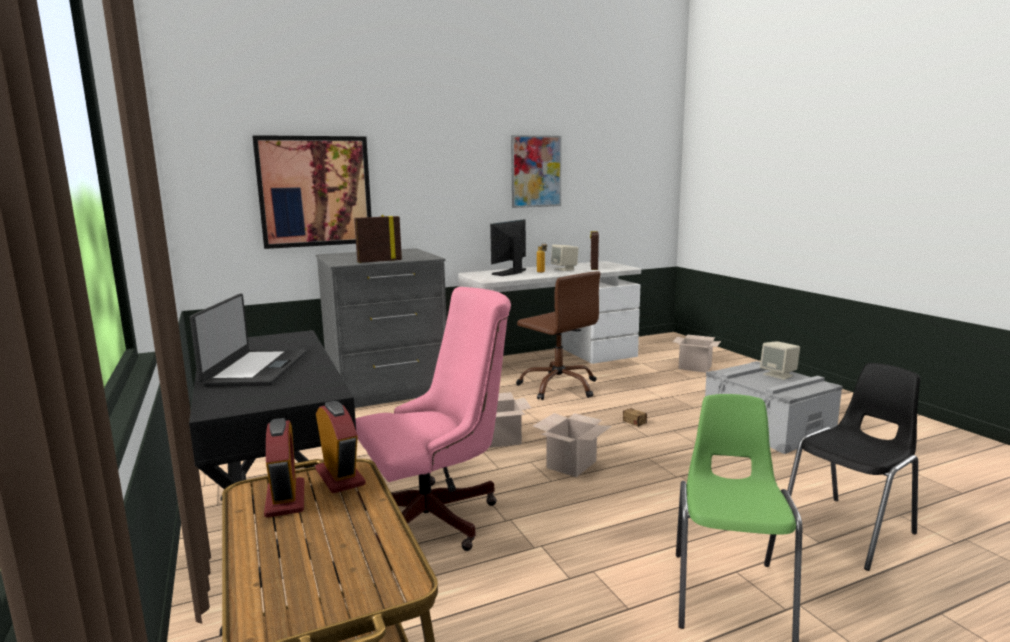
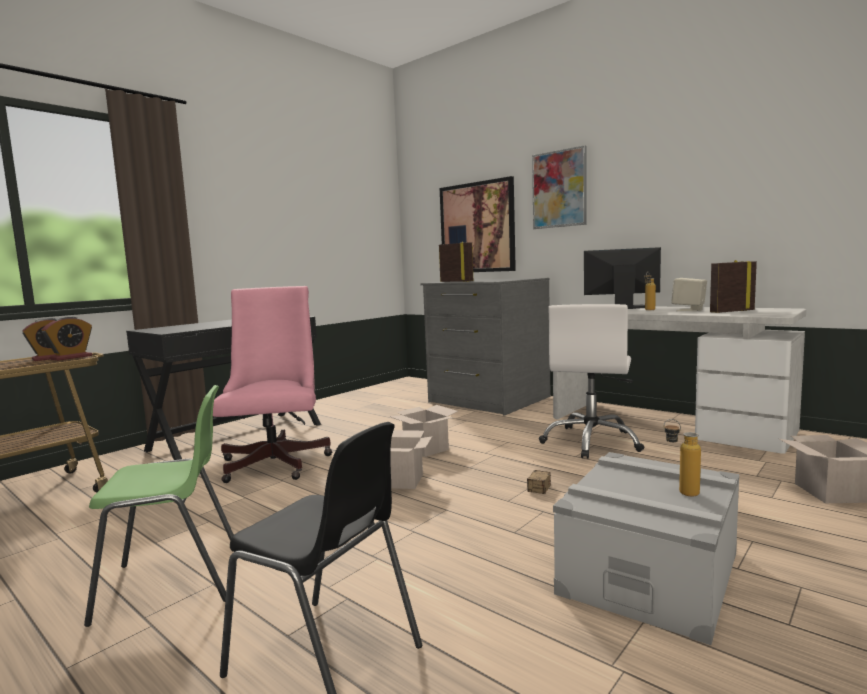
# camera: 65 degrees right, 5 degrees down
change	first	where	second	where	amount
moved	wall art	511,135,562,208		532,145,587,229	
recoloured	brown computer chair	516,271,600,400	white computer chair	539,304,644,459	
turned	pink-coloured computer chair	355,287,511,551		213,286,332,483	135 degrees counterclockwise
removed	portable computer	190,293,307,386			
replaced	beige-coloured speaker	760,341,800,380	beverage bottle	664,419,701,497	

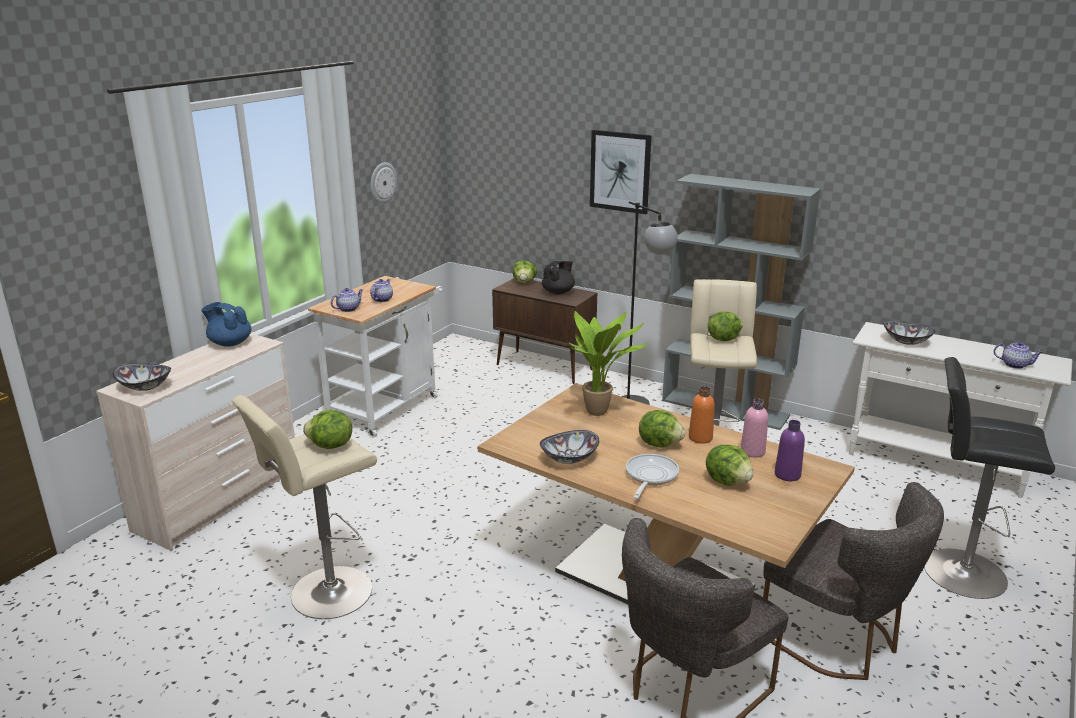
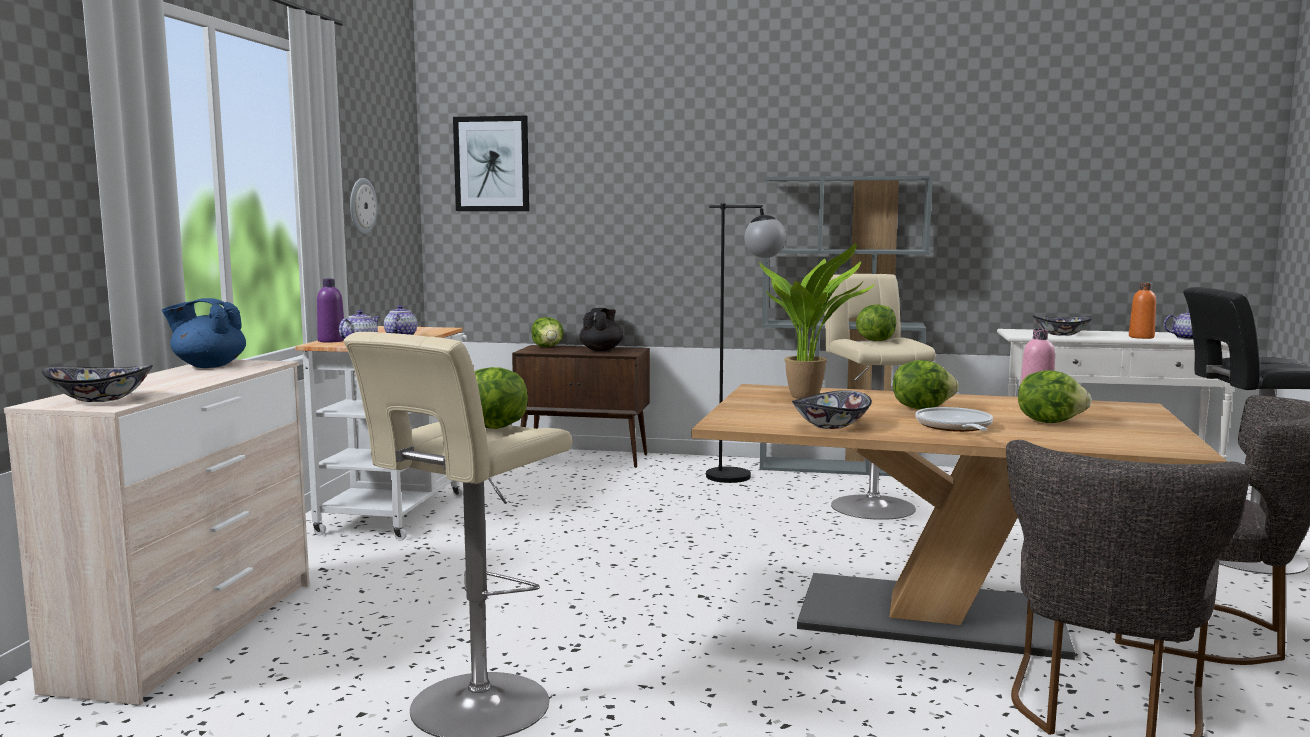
# camera: 20 degrees left, 15 degrees down
change	first	where	second	where	amount
moved	wall art	590,130,651,214		453,116,529,211	
moved	orange-coloured beverage bottle	689,386,715,444		1129,283,1156,339	
moved	purplish beverage bottle	775,420,805,481		317,279,344,343	

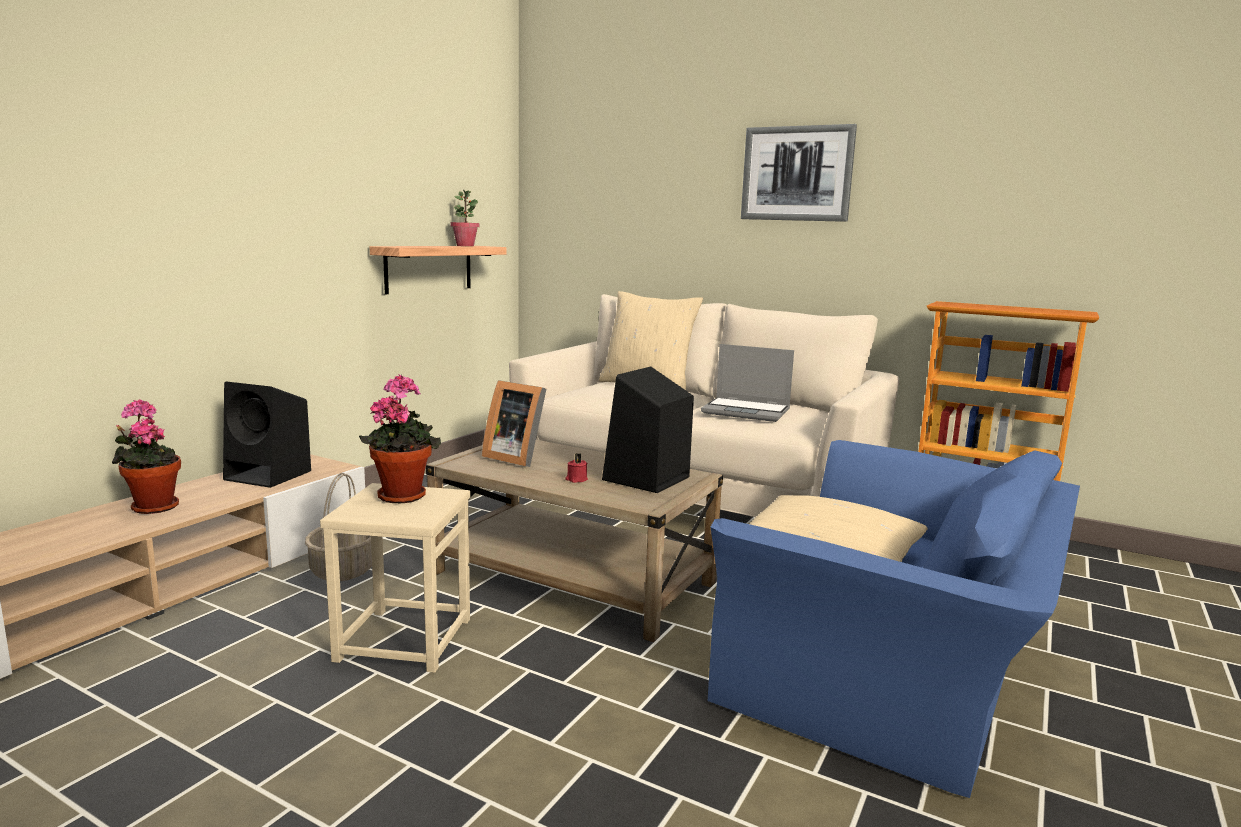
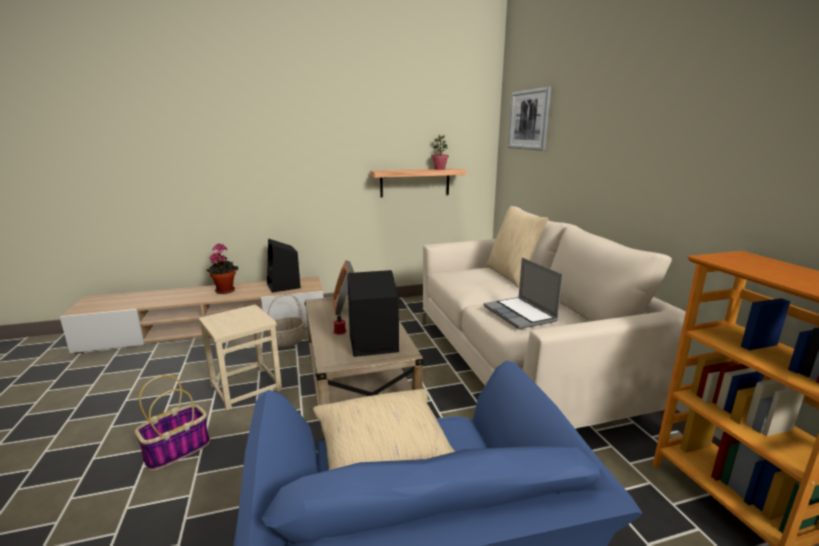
# camera: 45 degrees right, 5 degrees up
change	first	where	second	where	amount
moved	wall art	741,124,857,222		508,87,551,151	
removed	potted plant	359,374,441,503			
added			storage basket	135,375,210,471	

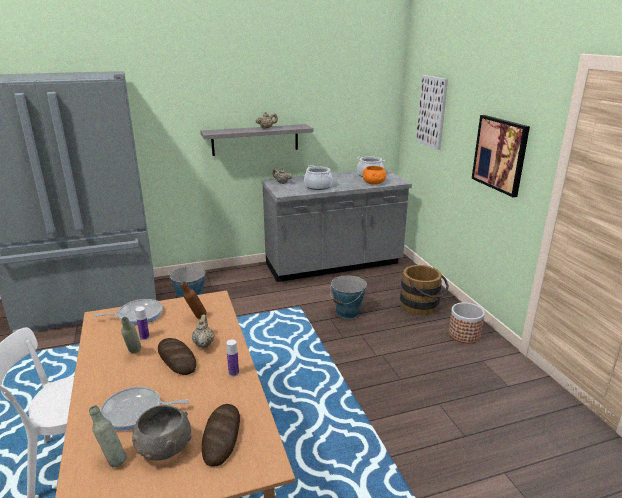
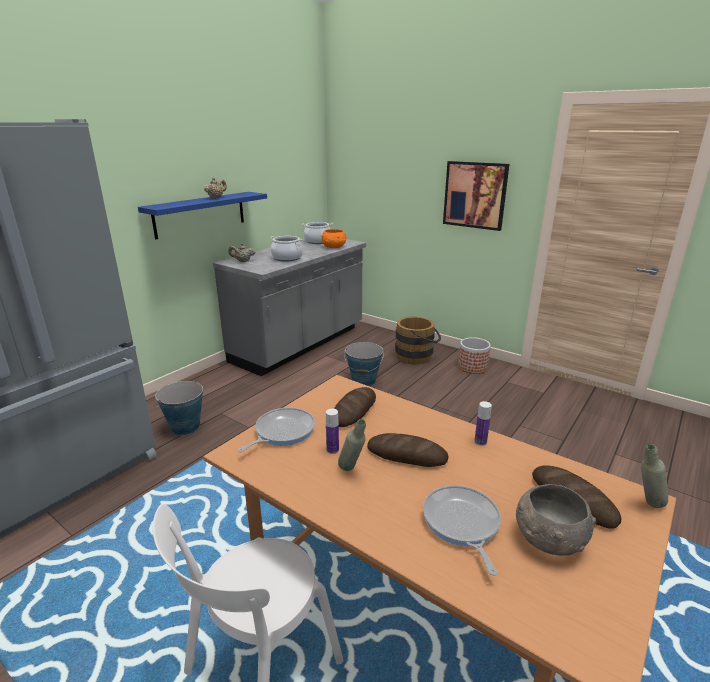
# camera: 35 degrees left, 0 degrees up
change	first	where	second	where	amount
removed	wall art	416,75,448,150			
recoloured	grey shelf	201,124,313,156	bluish shelf	138,192,267,239	
replaced	brown beverage bottle	181,282,207,319	bread	334,387,376,427	
removed	beige-coloured tea pot	192,315,214,348			
turned	skillet	100,387,190,431		423,485,501,576	120 degrees clockwise
moved	grey beverage bottle	89,405,127,468		641,444,668,508	

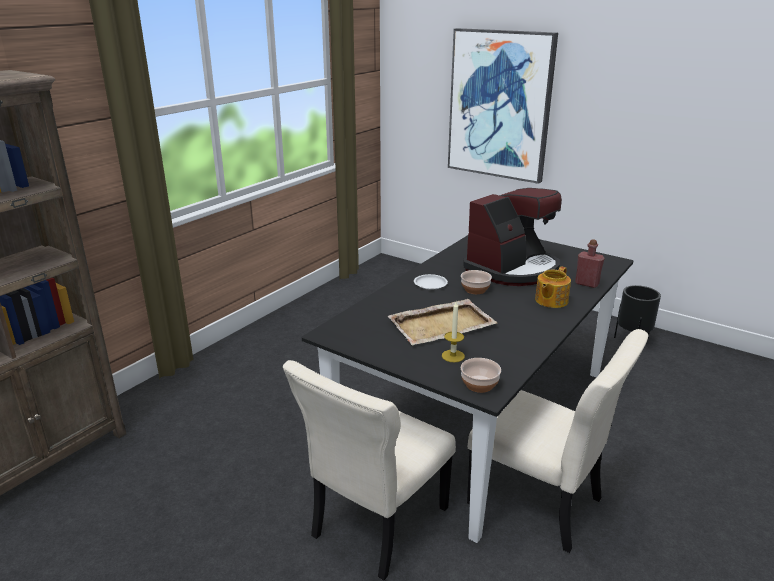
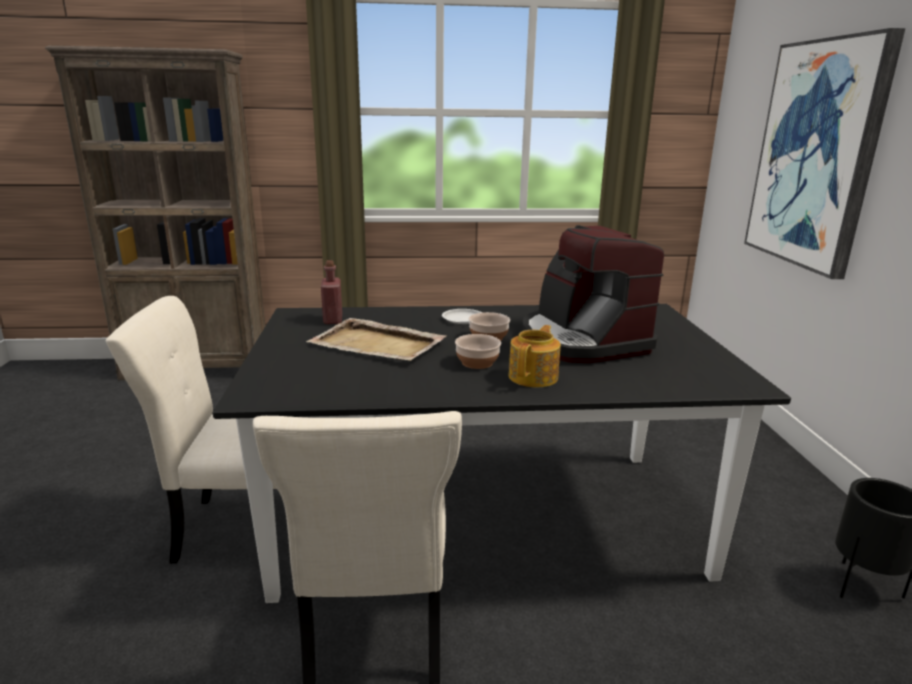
# camera: 50 degrees right, 5 degrees down
change	first	where	second	where	amount
turned	coffee brewer	463,188,562,286		523,225,664,363	60 degrees clockwise
moved	red-coloured beverage bottle	575,239,605,288		321,260,342,324	
turned	tea pot	535,266,571,308		509,325,561,387	120 degrees clockwise
removed	candle	442,302,465,362			
moved	deep dish	461,358,501,393		455,334,501,369	

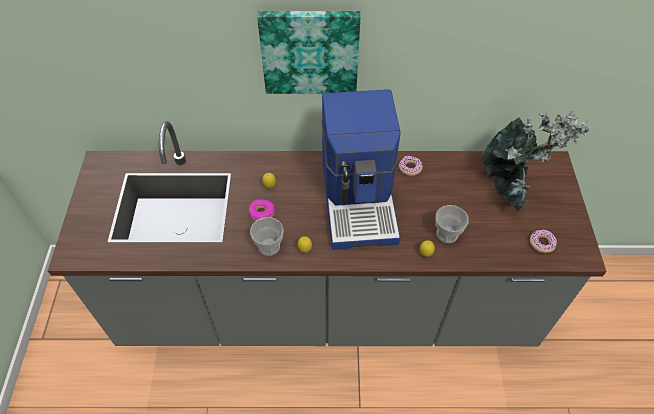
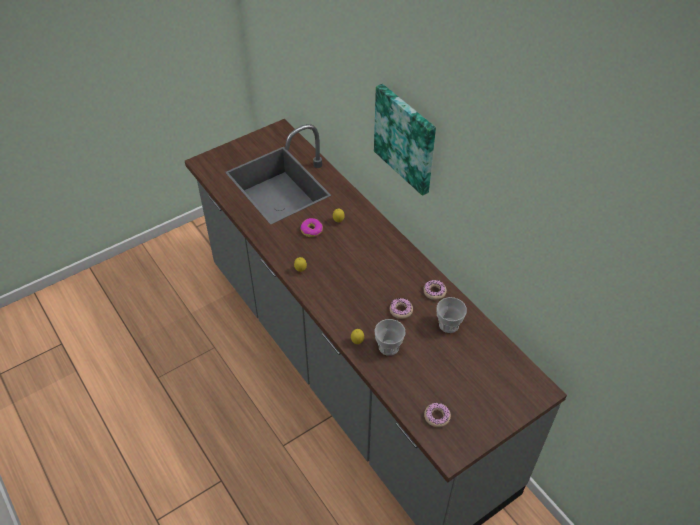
# camera: 55 degrees right, 5 degrees down
change	first	where	second	where	amount
removed	coffee brewer	321,89,401,250			
removed	potted plant	482,111,590,212			
moved	cup	250,217,283,256		436,297,467,333	
added			doughnut	389,298,413,319	

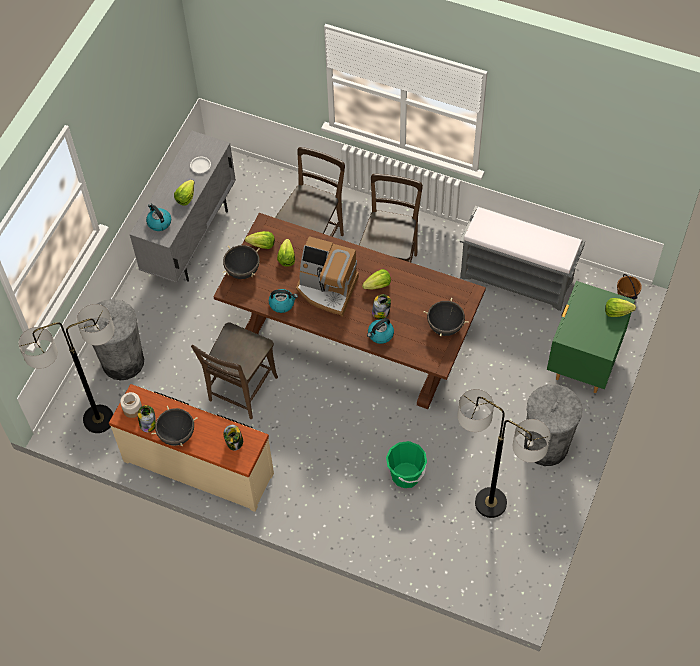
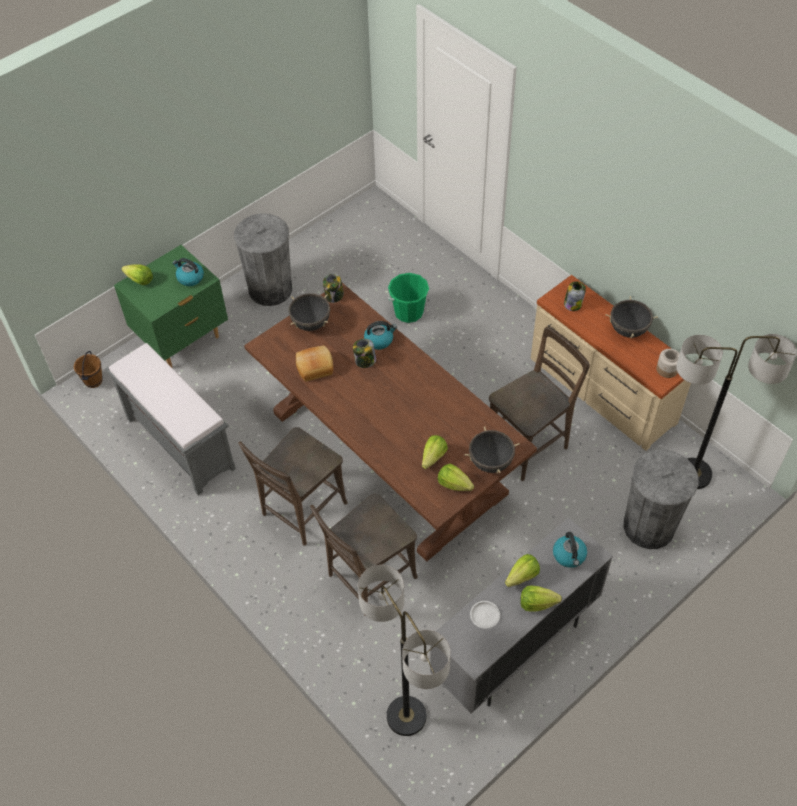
# camera: 155 degrees left, 5 degrees down
change	first	where	second	where	amount
removed	coffee brewer	296,236,359,316			
moved	lettuce head	362,269,391,290		520,586,562,611	
moved	tea kettle	269,289,298,313		172,258,204,286	
moved	standing lamp	457,389,550,518		358,565,451,736	
moved	storage jar	138,405,156,432		323,273,344,303	
added			bread	296,346,333,382	

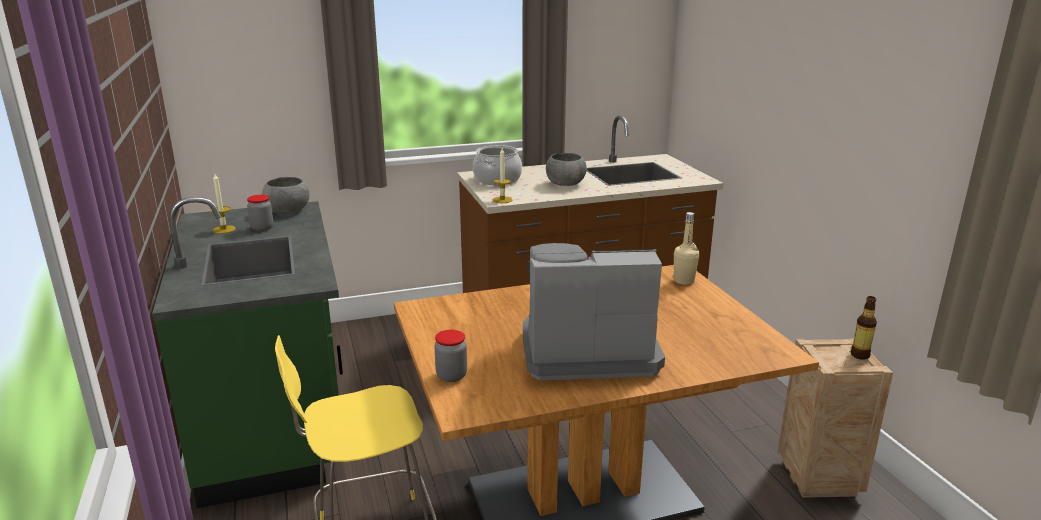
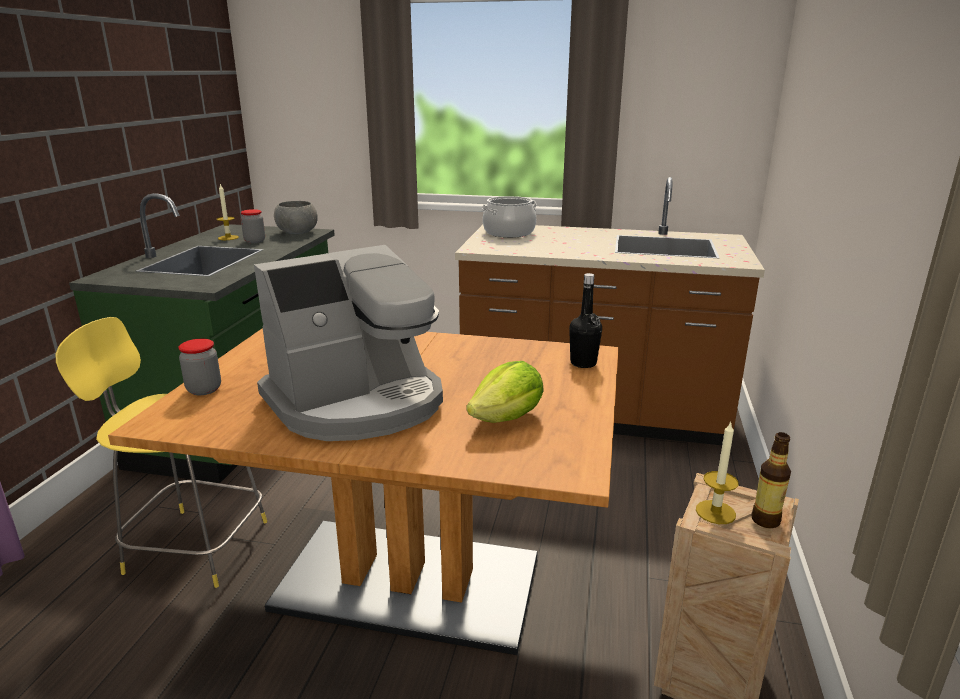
# camera: 30 degrees right, 0 degrees up
change	first	where	second	where	amount
moved	candle	493,148,513,203		696,422,739,524	
removed	grey deep dish	546,153,587,186			
recoloured	beige-coloured beverage bottle	673,212,699,285	blackish beverage bottle	569,273,602,368	
turned	coffee brewer	523,243,665,380		254,245,443,441	120 degrees clockwise
added			lettuce head	466,361,544,423	

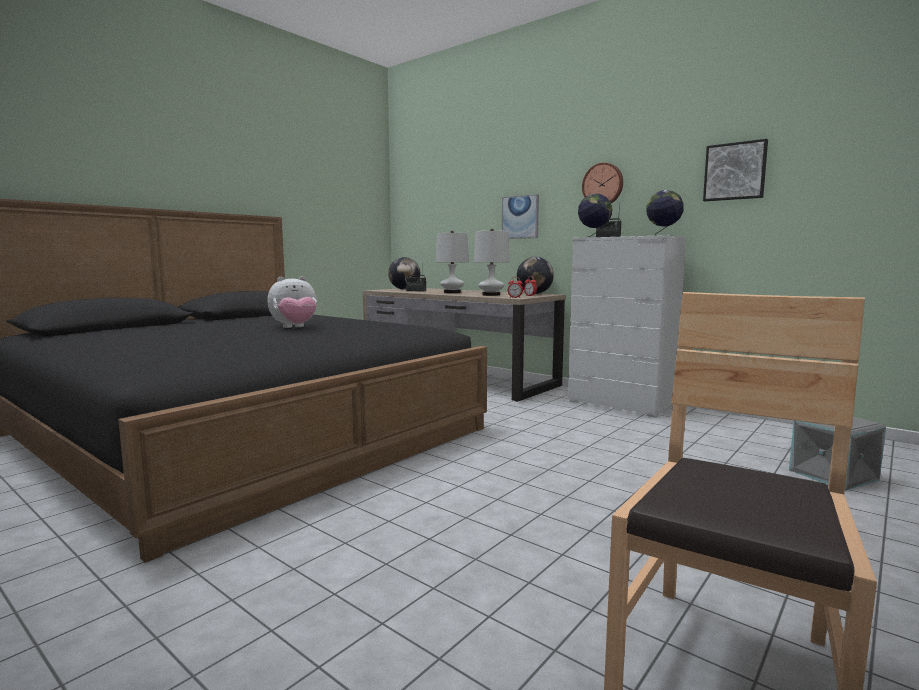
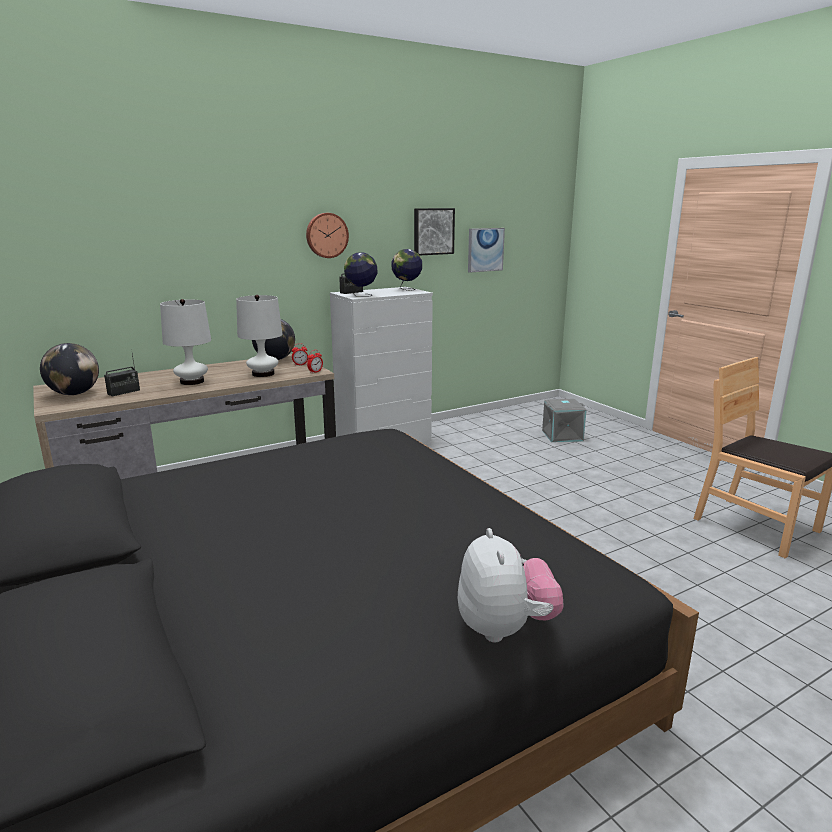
# camera: 70 degrees left, 10 degrees up
change	first	where	second	where	amount
moved	wall art	502,194,539,239		468,228,505,273	
moved	cuddly toy	267,276,317,328		458,528,564,643	

